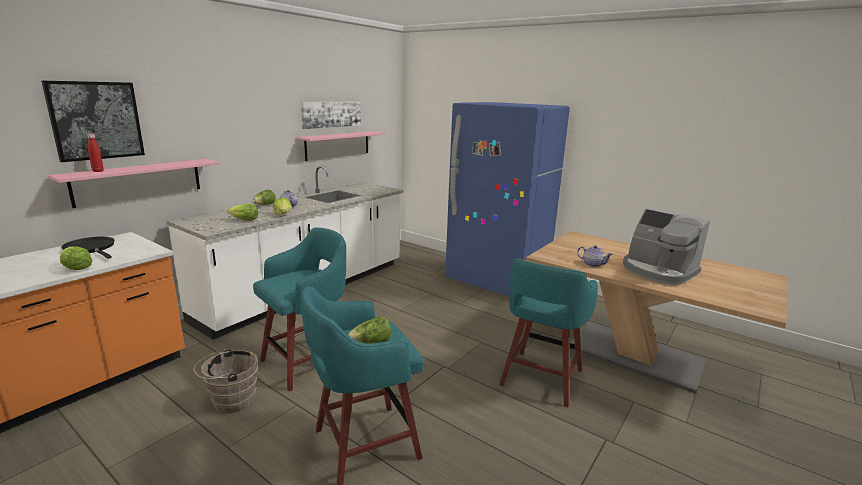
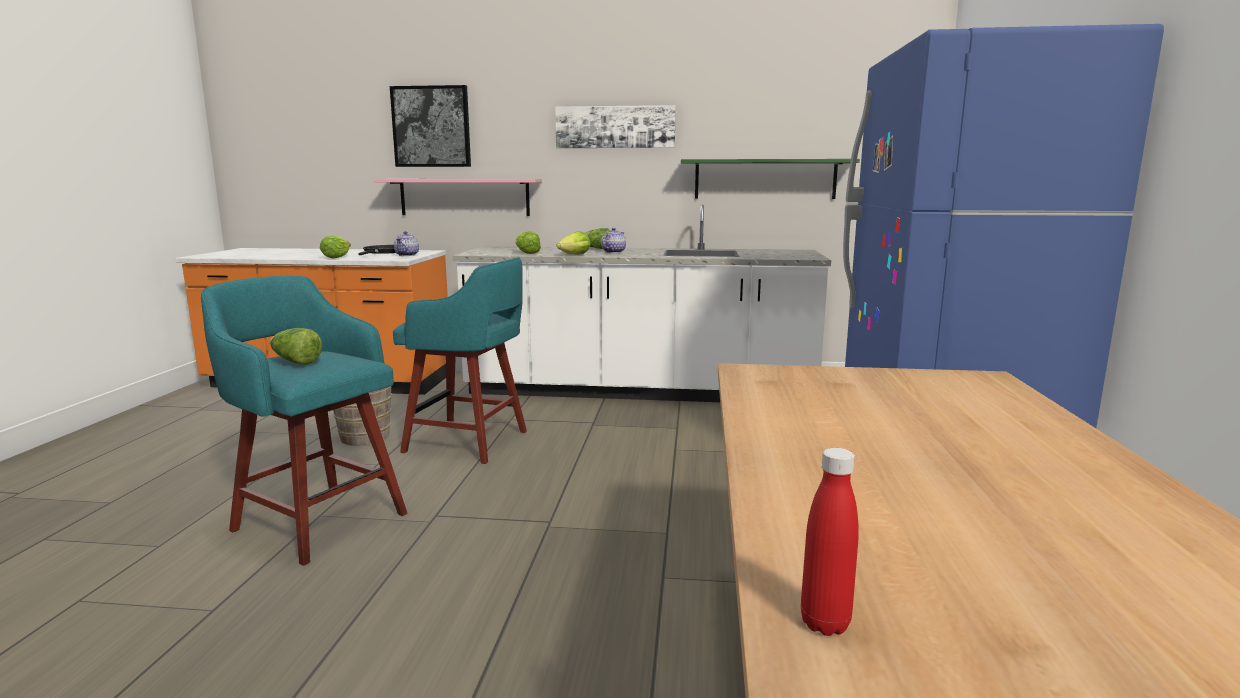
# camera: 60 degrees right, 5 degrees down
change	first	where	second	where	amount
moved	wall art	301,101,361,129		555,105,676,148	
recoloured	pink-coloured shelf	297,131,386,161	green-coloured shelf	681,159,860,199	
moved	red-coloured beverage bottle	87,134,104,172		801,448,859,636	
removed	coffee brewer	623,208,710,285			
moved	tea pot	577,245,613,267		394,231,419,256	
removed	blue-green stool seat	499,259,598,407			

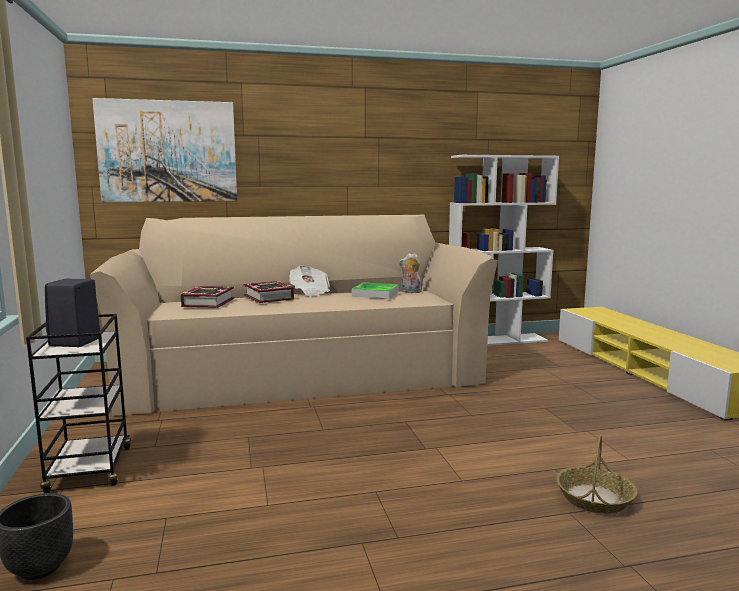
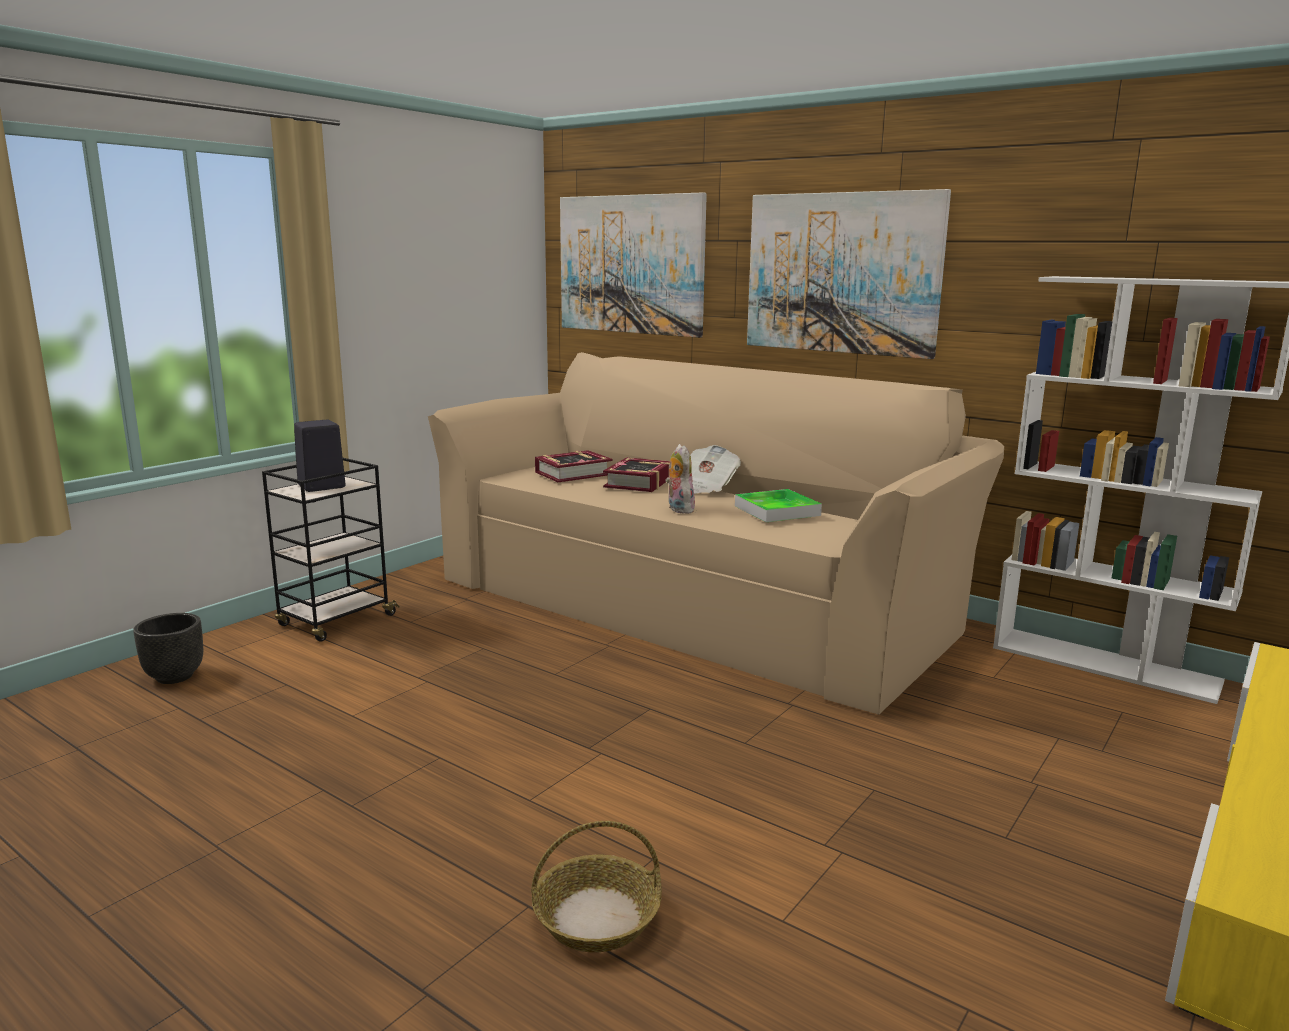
# camera: 50 degrees right, 5 degrees up
change	first	where	second	where	amount
moved	cuddly toy	399,253,421,293		666,444,695,514	
added			wall art	747,189,951,359	

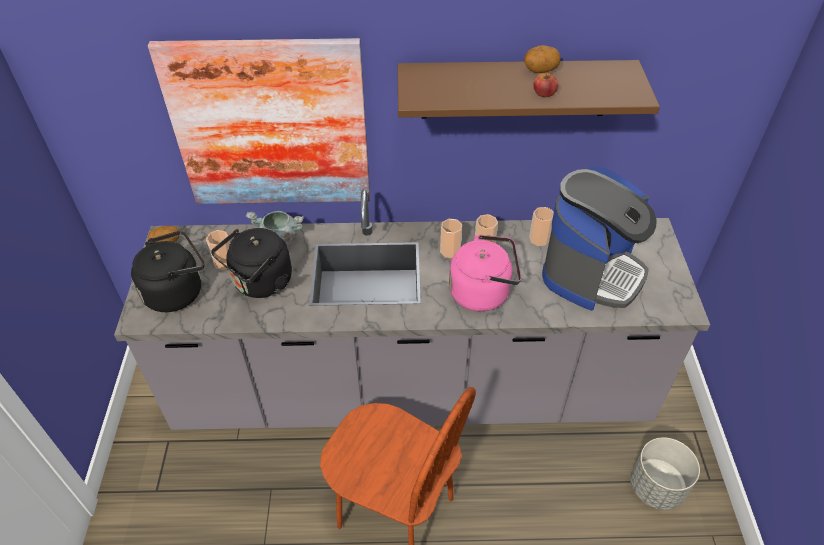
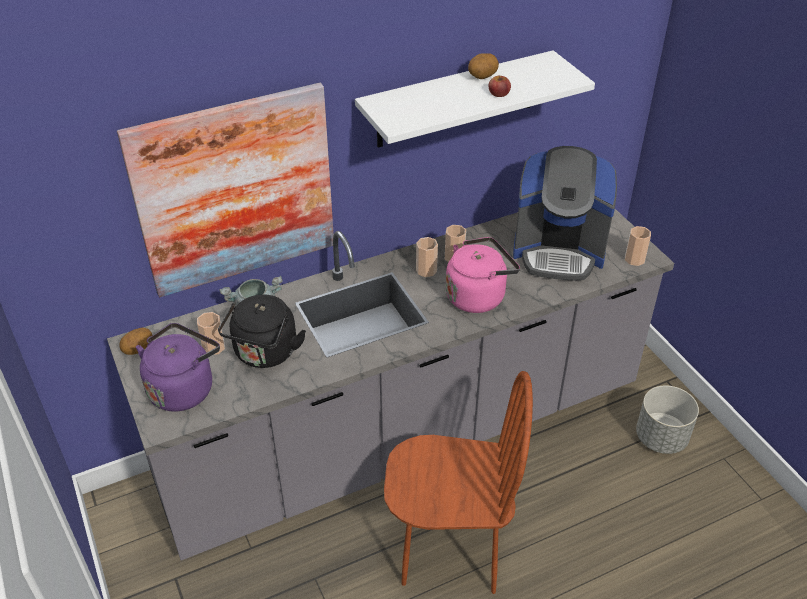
# camera: 25 degrees left, 5 degrees down
change	first	where	second	where	amount
recoloured	brown shelf	398,60,660,119	white shelf	355,50,595,148	
turned	coffee brewer	542,166,656,311		513,146,617,281	90 degrees clockwise
moved	cup	529,207,554,246		625,226,651,266	
recoloured	blackish tea kettle	131,231,205,312	purplish tea kettle	136,323,220,412	

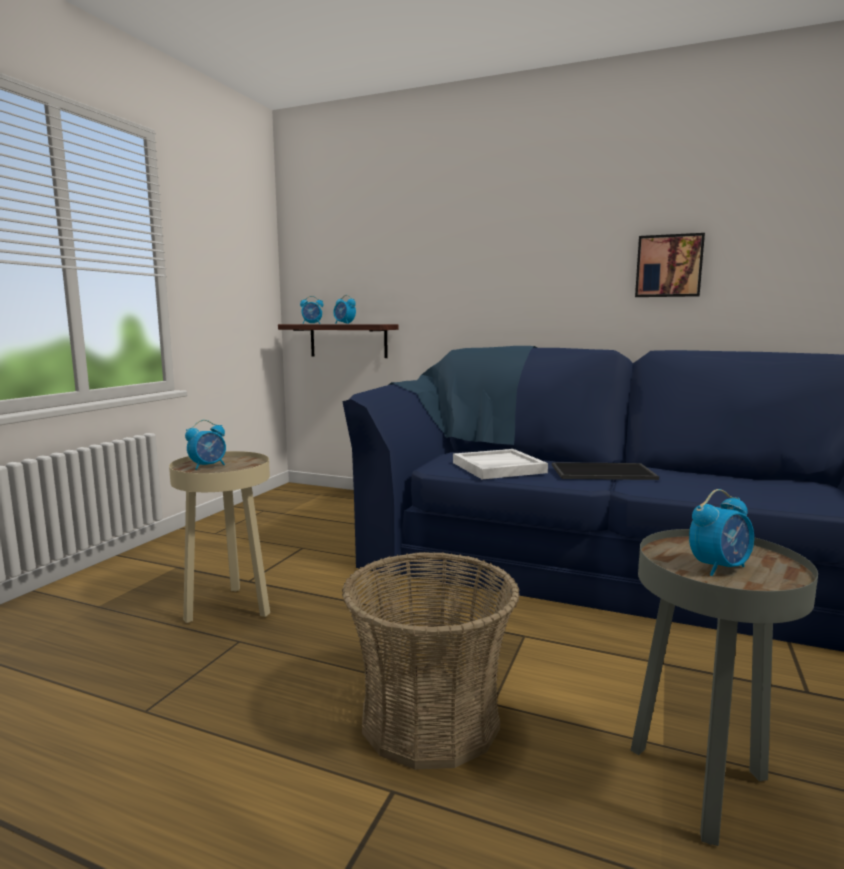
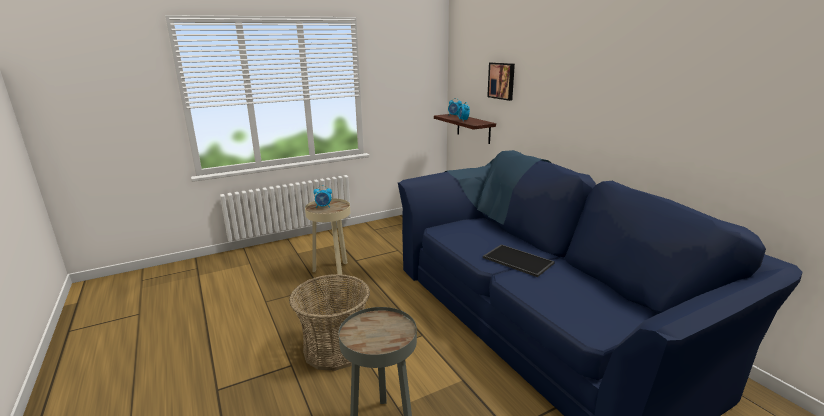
# camera: 40 degrees right, 10 degrees up
change	first	where	second	where	amount
moved	wall art	635,233,705,297		487,62,515,101	
removed	white tray	453,449,548,479			
removed	table clock	689,489,754,576			

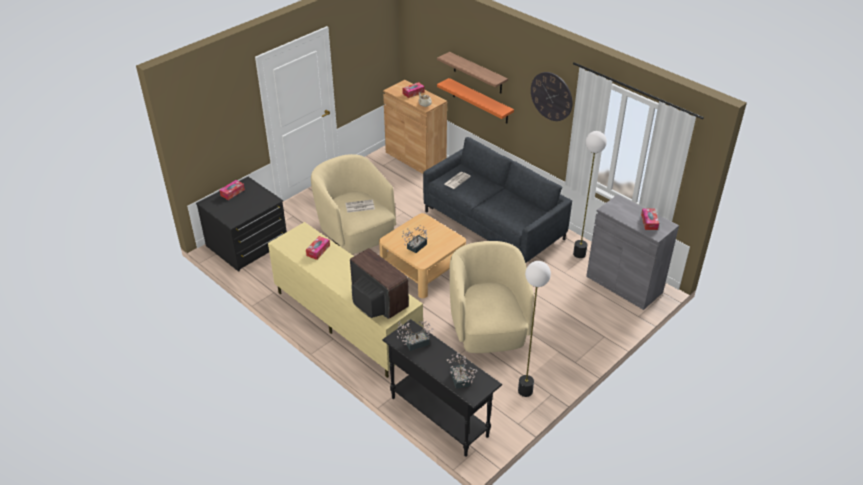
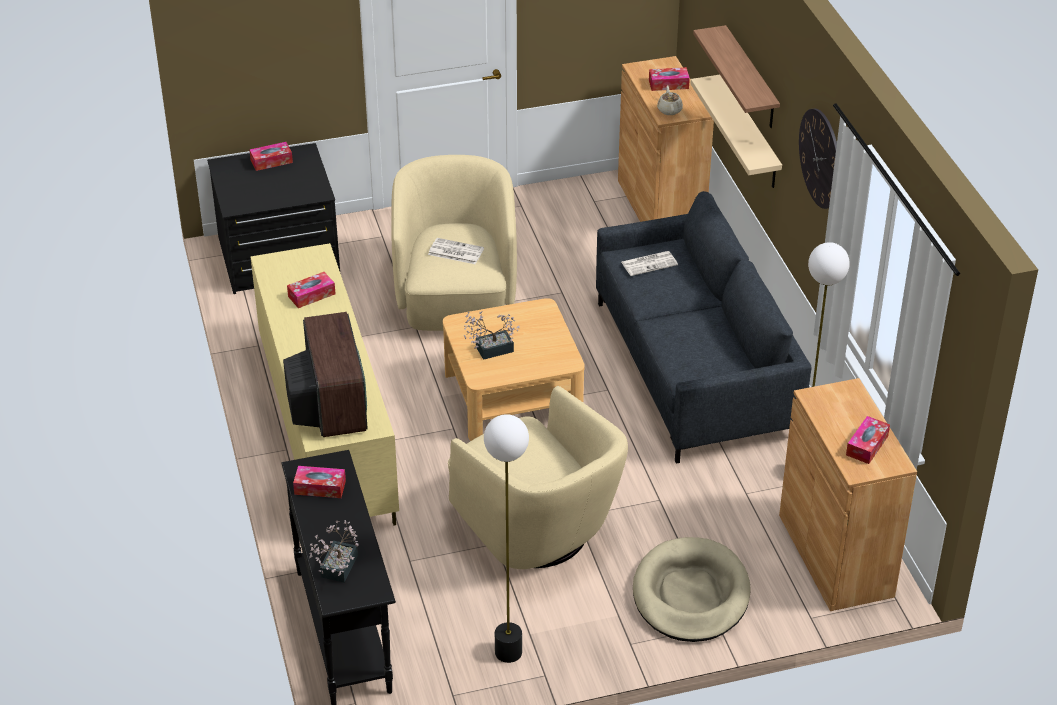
# camera: 30 degrees right, 0 degrees up
change	first	where	second	where	amount
recoloured	orange-coloured shelf	437,78,514,123	beige-coloured shelf	690,75,782,188	
recoloured	grey cupboard	586,194,679,310	brown cupboard	779,378,917,611	
turned	beige-coloured lounge chair	449,241,534,353		448,386,628,569	120 degrees clockwise
replaced	potted plant	397,320,433,351	tissue holder	293,466,346,498	
added			beige-coloured dog cushion	633,537,751,642	

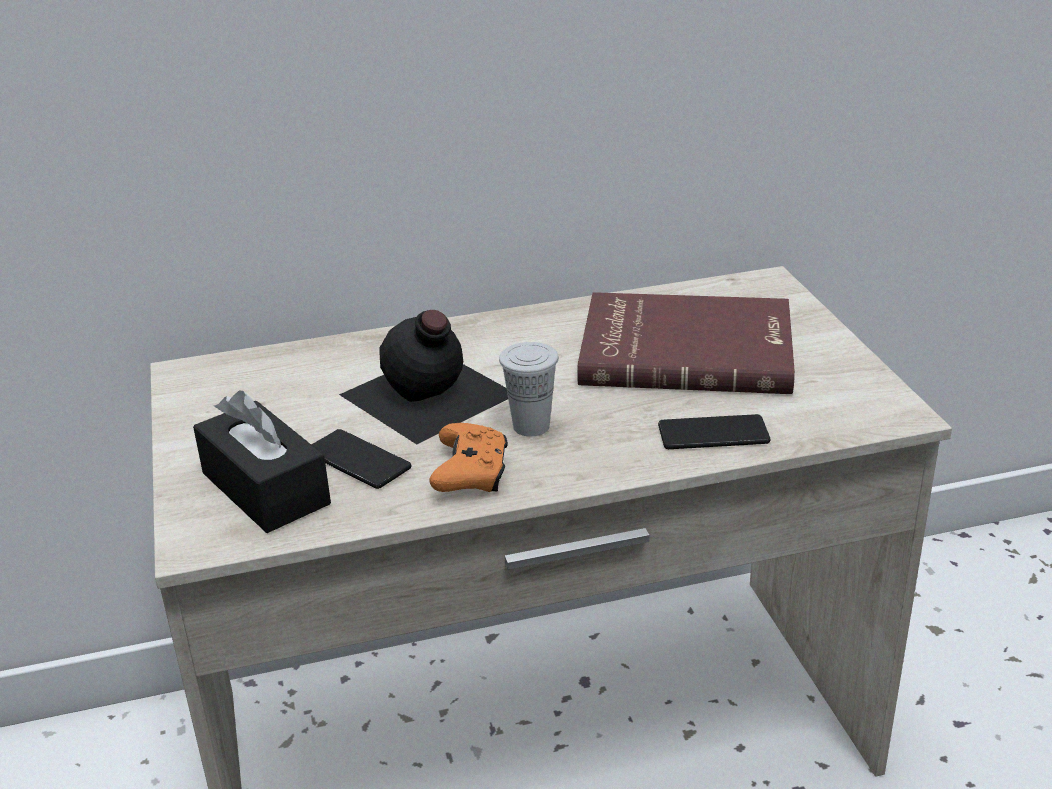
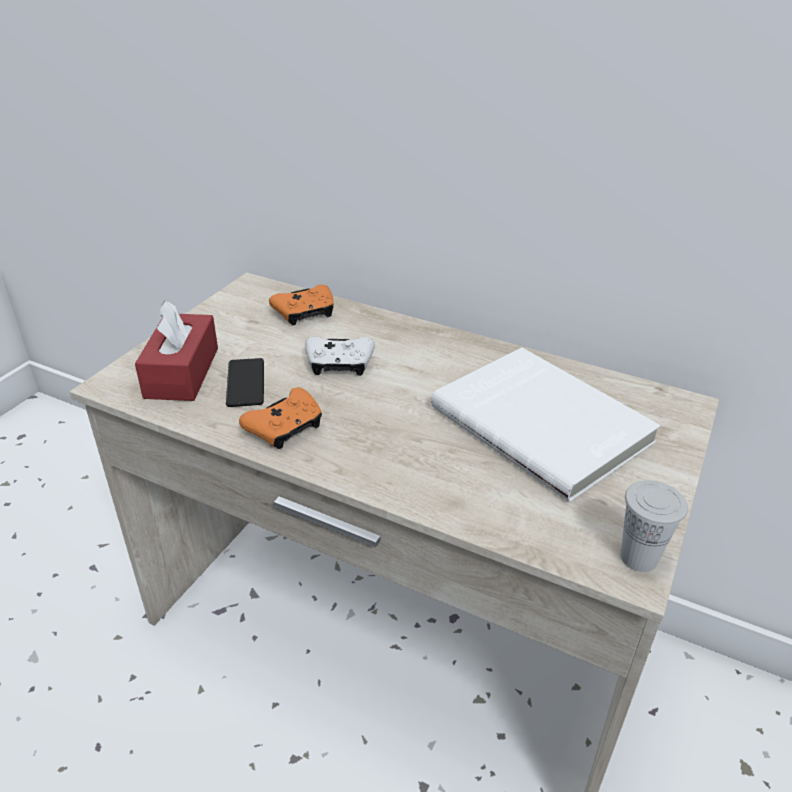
# camera: 40 degrees right, 5 degrees up
change	first	where	second	where	amount
recoloured	red-coloured bound book	577,292,795,394	white bound book	431,347,660,502	
replaced	blackish beverage bottle	339,310,508,444	white joypad	305,336,375,376	
moved	white cup	499,342,559,436		620,480,688,572	
recoloured	blackish tissue holder	193,390,331,533	red-coloured tissue holder	135,301,218,401	
removed	handset	658,414,771,449			
added			orange-coloured joypad	269,285,334,325	

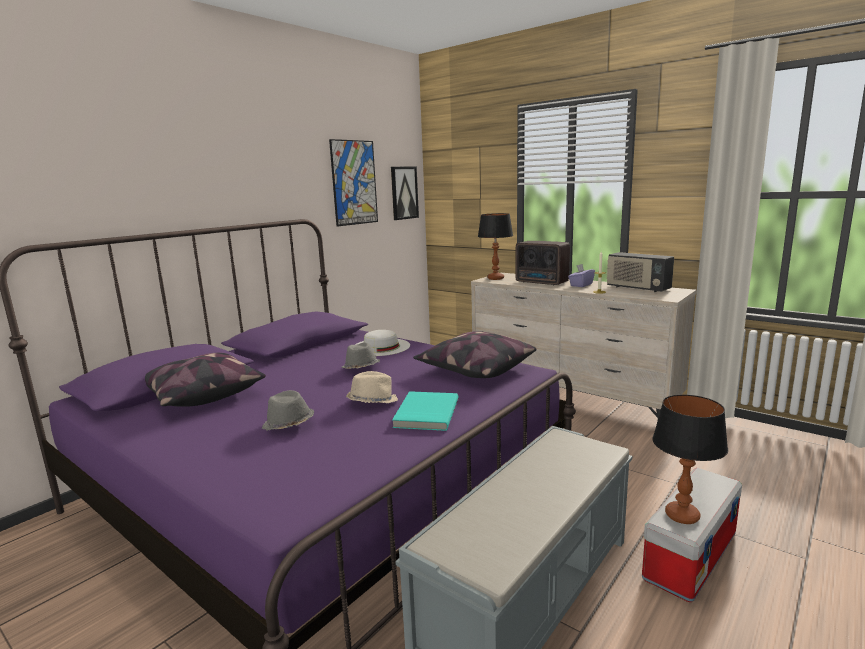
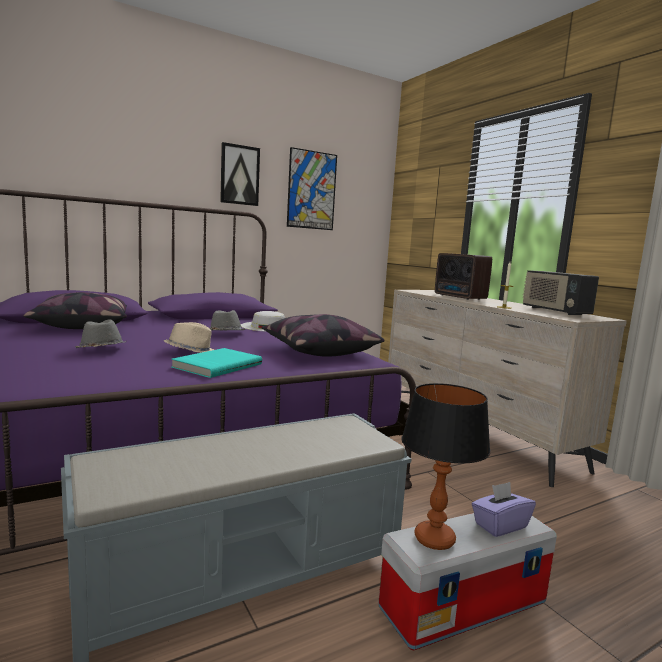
# camera: 20 degrees right, 5 degrees down
change	first	where	second	where	amount
moved	wall art	391,167,419,220		220,142,260,206	
removed	table lamp	478,213,513,280			
moved	purplish tissue holder	568,264,595,287		472,482,536,537	

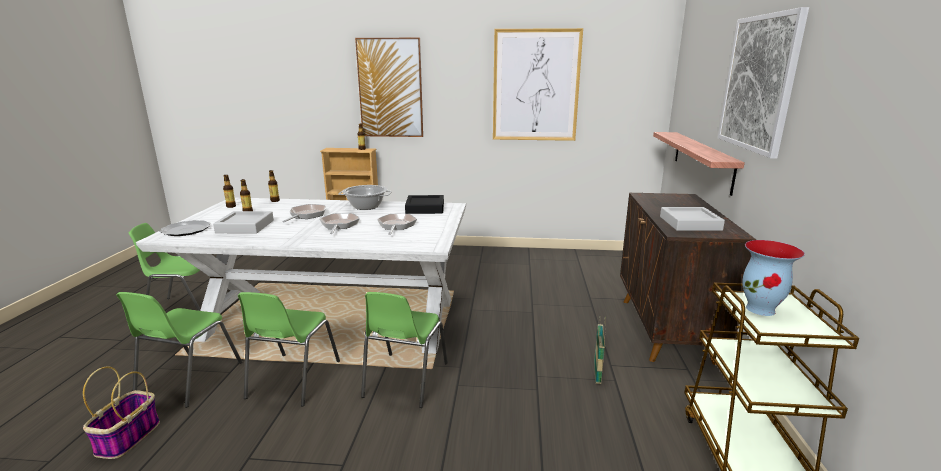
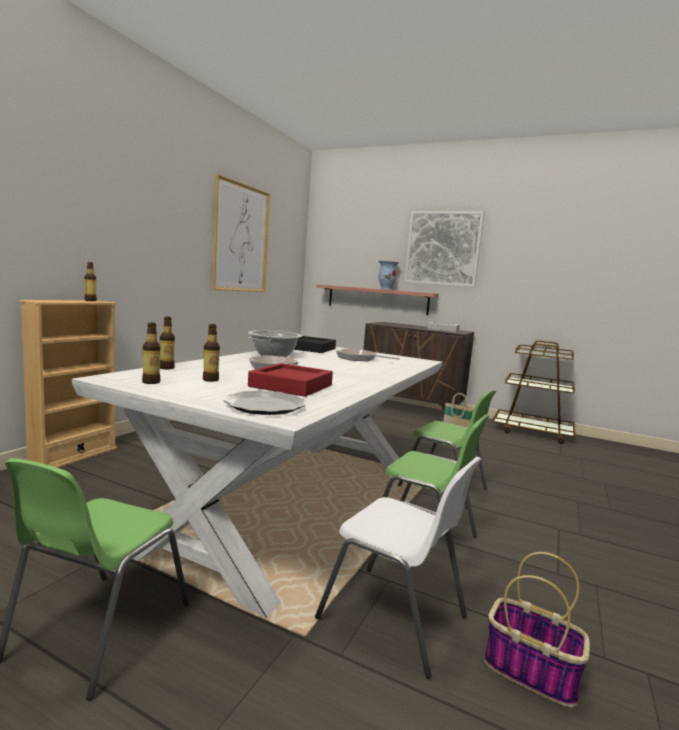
# camera: 70 degrees left, 10 degrees down
change	first	where	second	where	amount
removed	wall art	355,38,423,137			
recoloured	grey tray	213,211,274,234	red-coloured tray	248,363,333,397	
removed	skillet	320,213,360,234			
moved	flower vase	742,240,805,316		378,261,399,290	
recoloured	green-coloured plain chair	116,292,242,408	white plain chair	315,457,481,679	

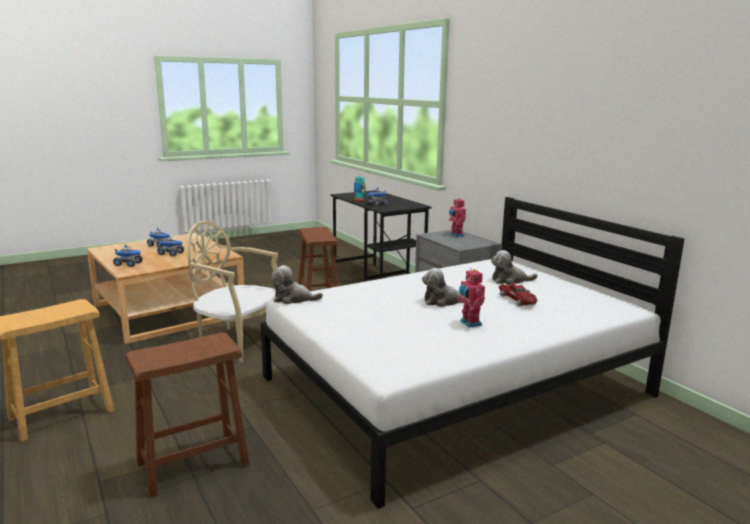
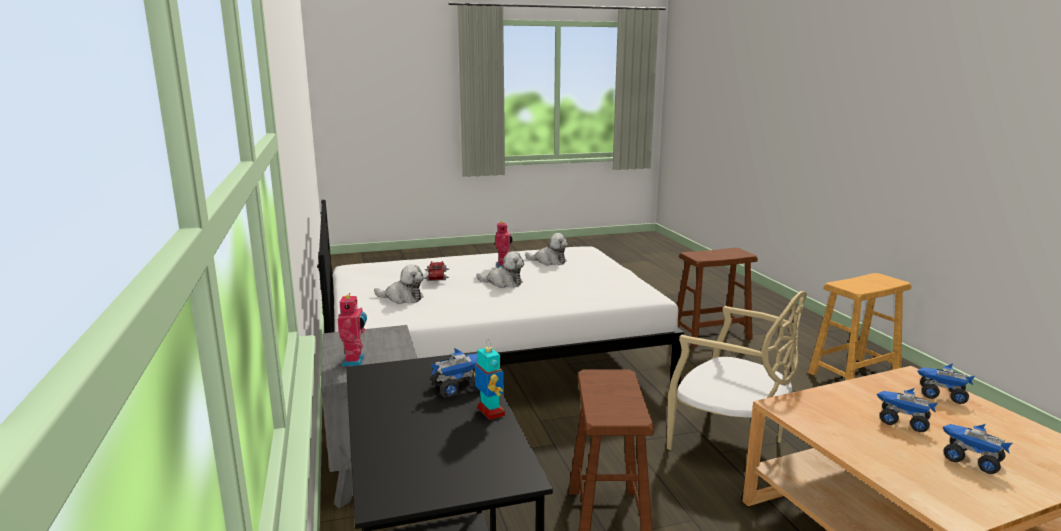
# camera: 165 degrees left, 0 degrees up
change	first	where	second	where	amount
moved	cuddly toy	271,265,323,304		525,233,568,265	

